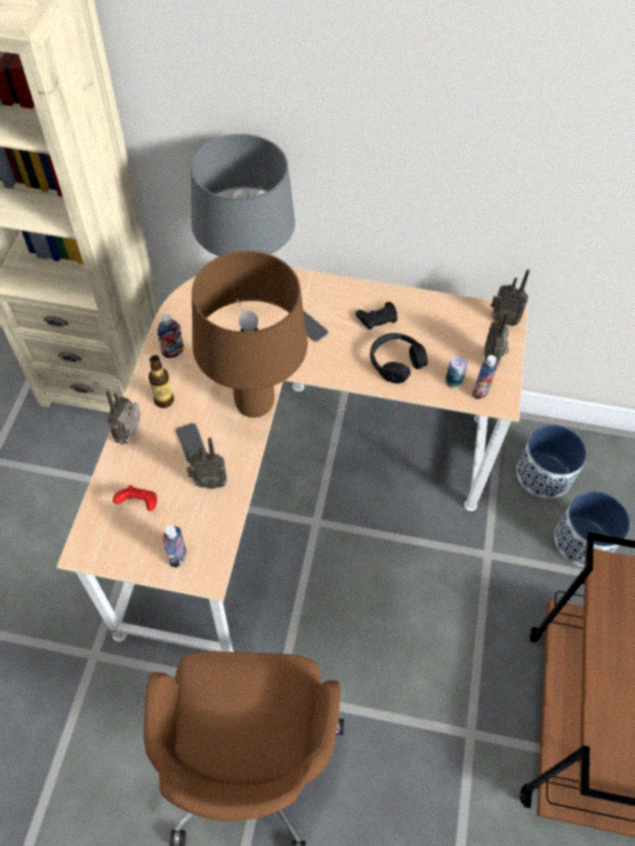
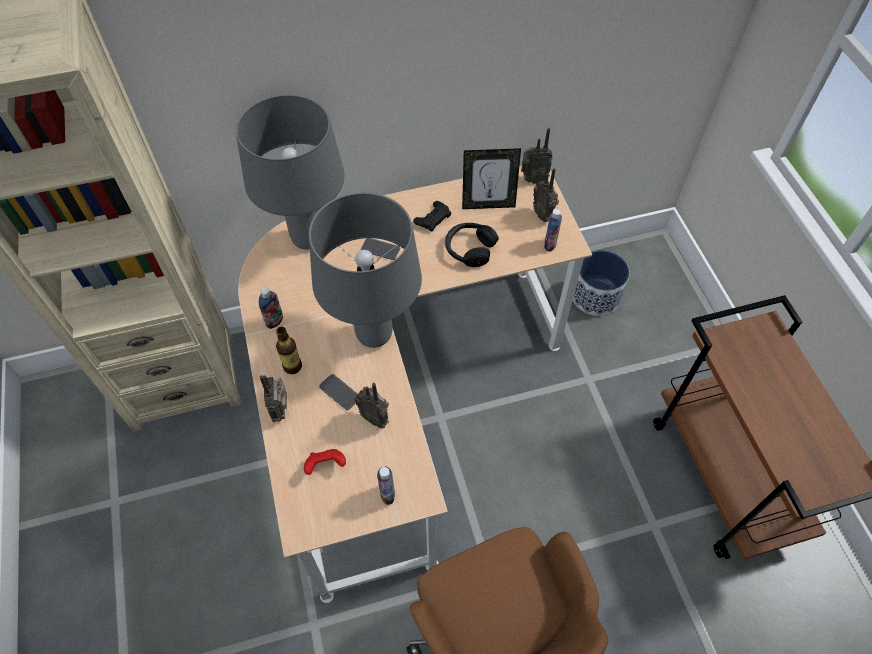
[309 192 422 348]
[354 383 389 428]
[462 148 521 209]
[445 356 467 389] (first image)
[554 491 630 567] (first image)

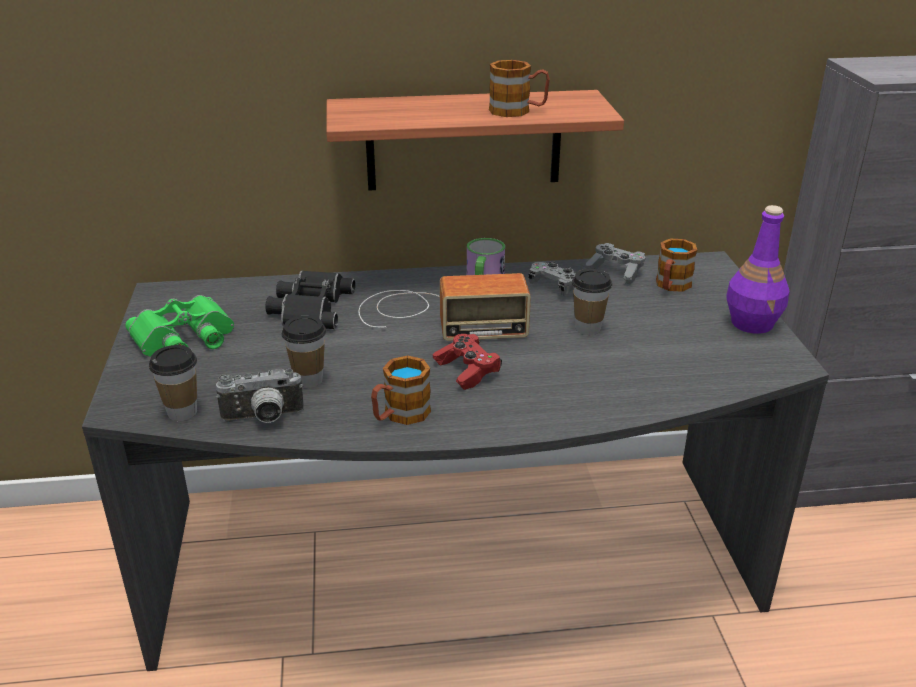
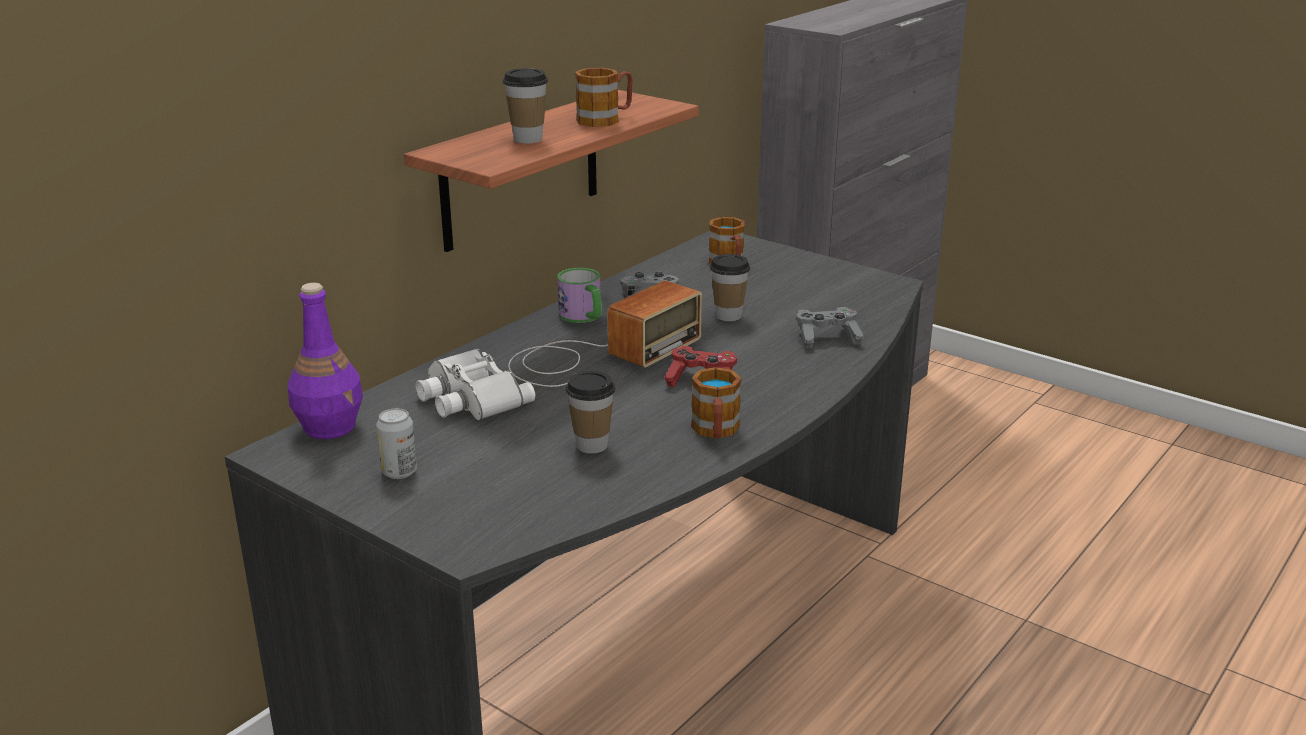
[288 283 363 439]
[376 408 417 479]
[415 349 536 420]
[503 68 548 143]
[796 307 864 348]
[216 369 304 423] (first image)

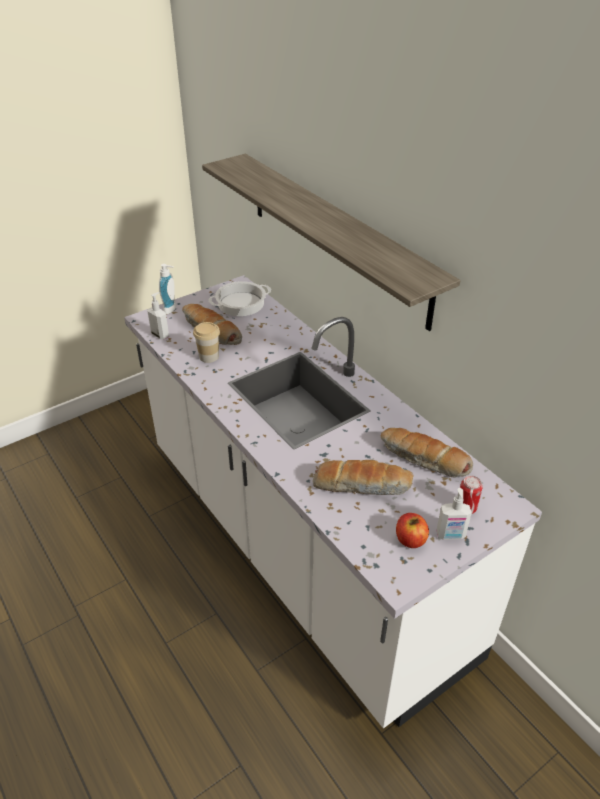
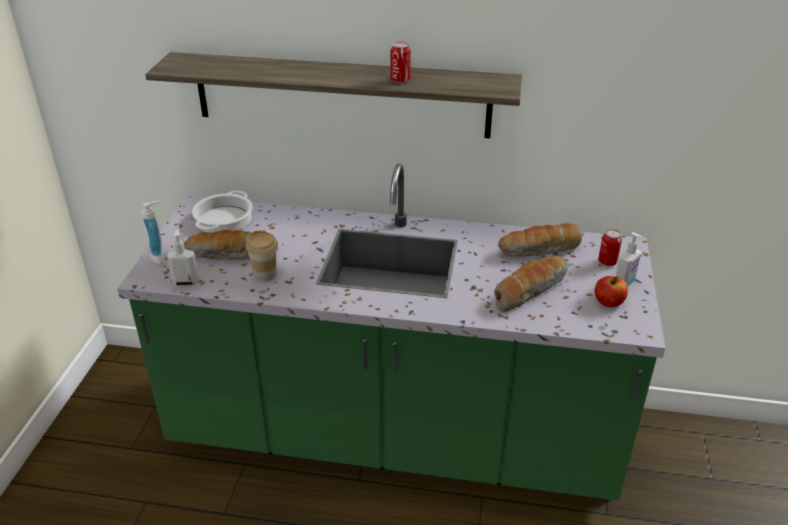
[117 164 665 501]
[390 42 411 83]

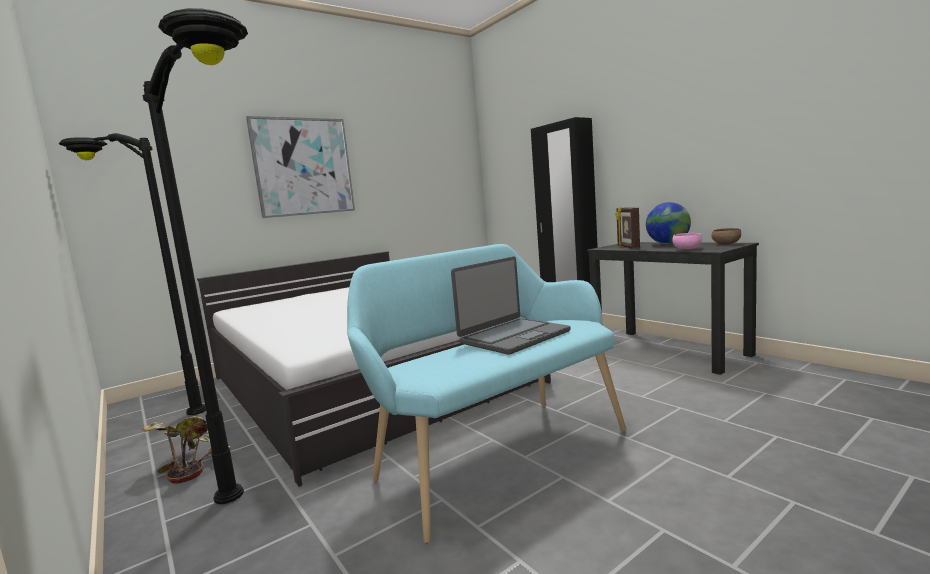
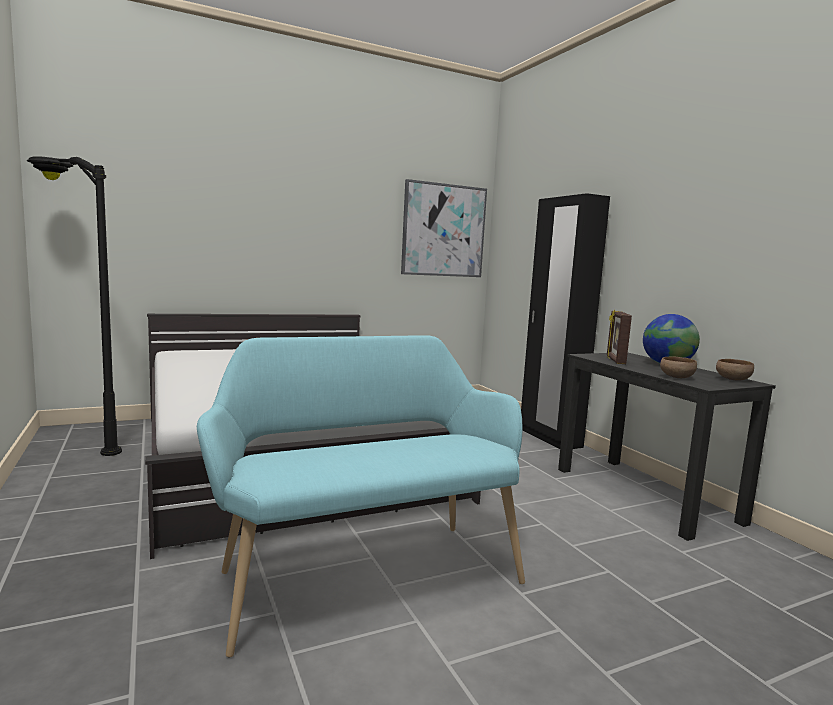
[401 179 487 277]
[660 356 697 378]
[141 416 232 484] (first image)
[143 8 248 504] (first image)
[451 256 570 355] (first image)

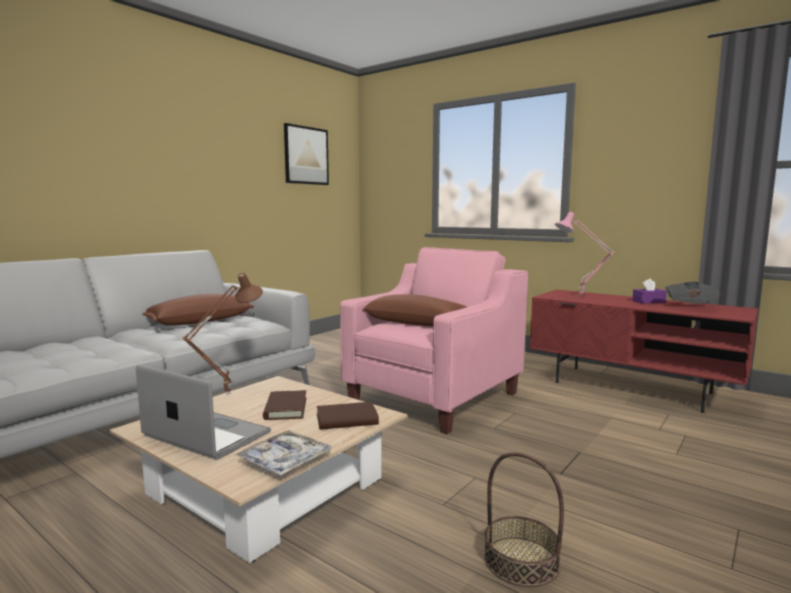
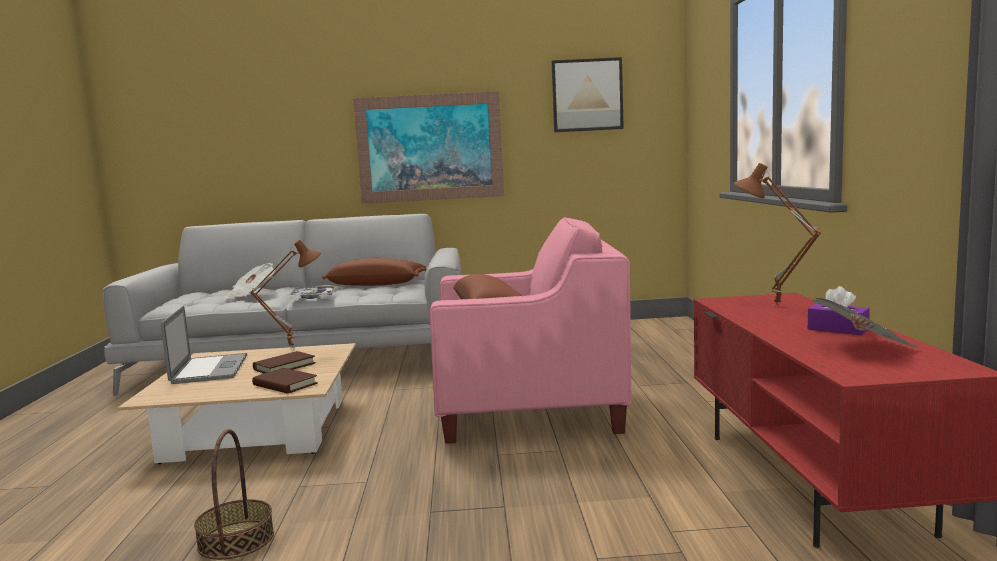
[224 263 275 298]
[288 286 337 299]
[353 91 504 204]
[734 163 821 306]

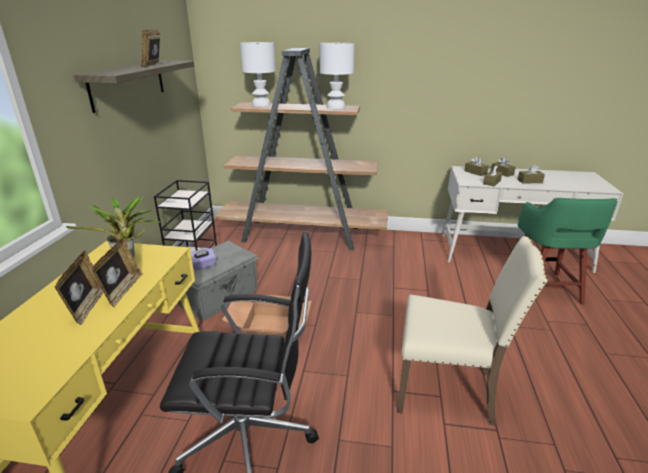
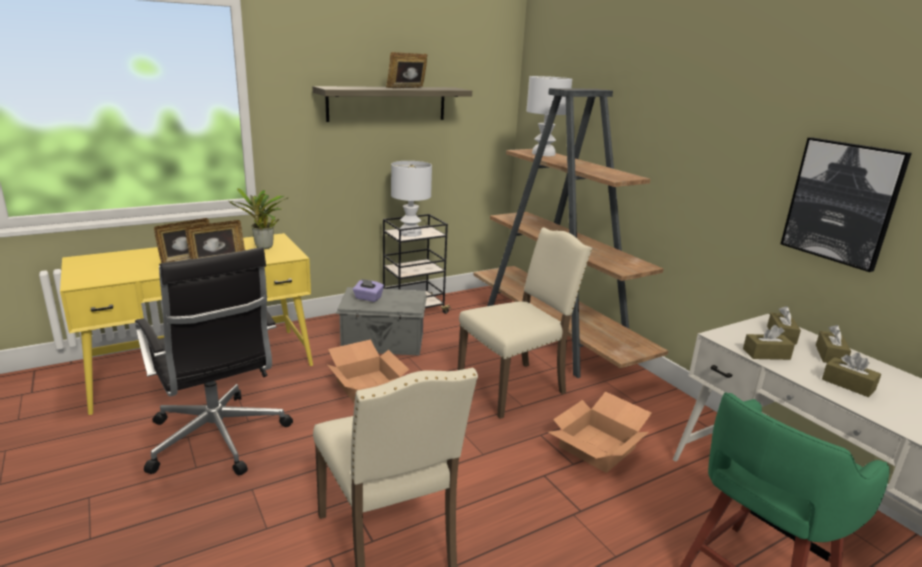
[391 161 432 237]
[458 227 592 419]
[548 392 652 473]
[781 137 912 272]

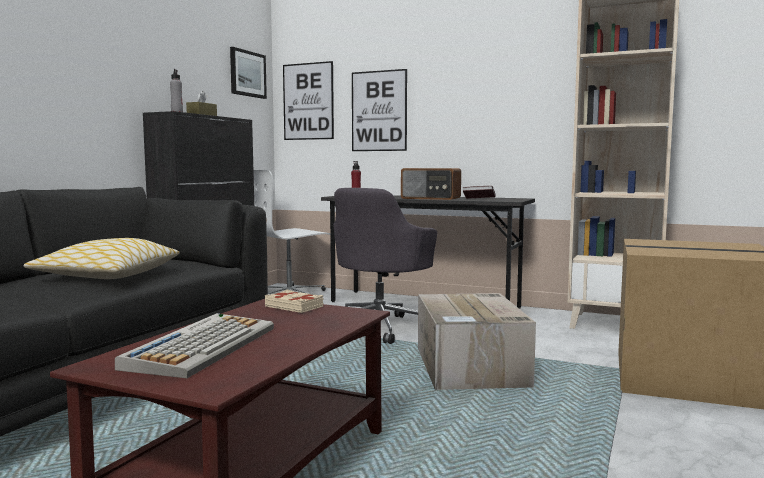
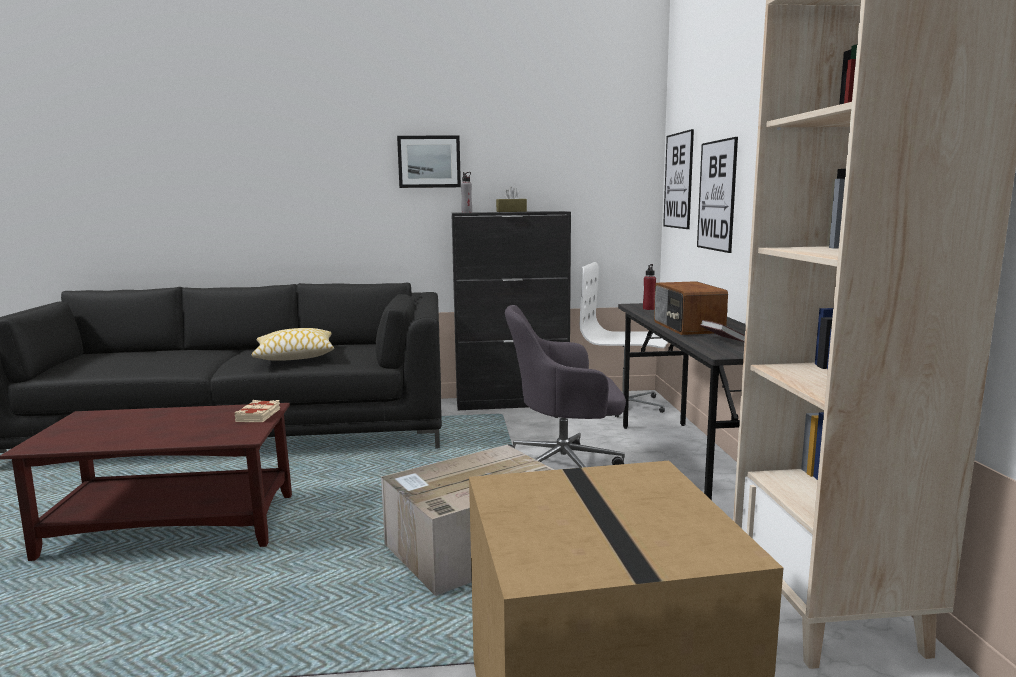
[397 136 461 188]
[115 313 274 378] (first image)

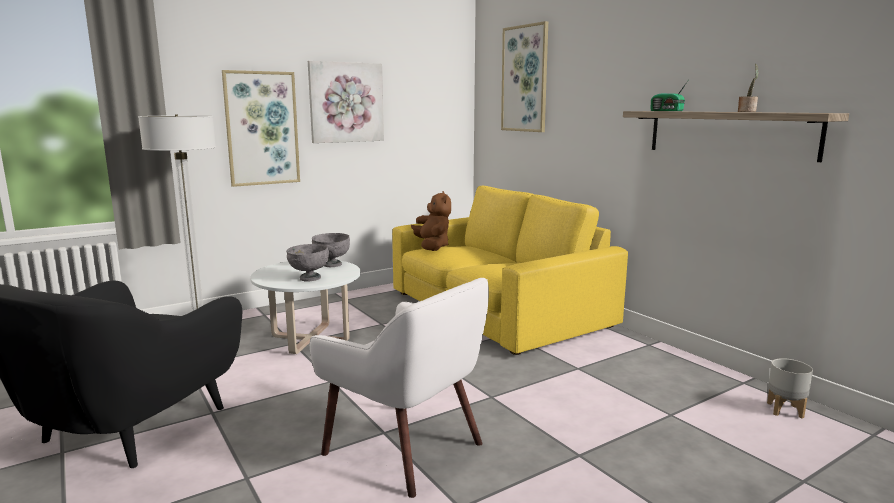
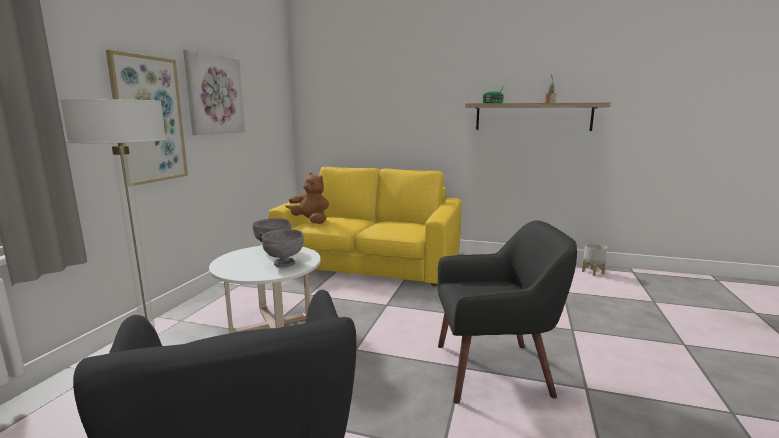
[438 220 577 404]
[501 21 548 132] (first image)

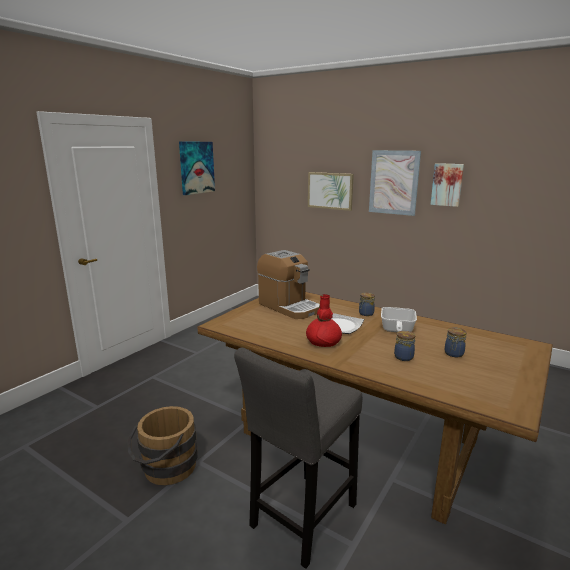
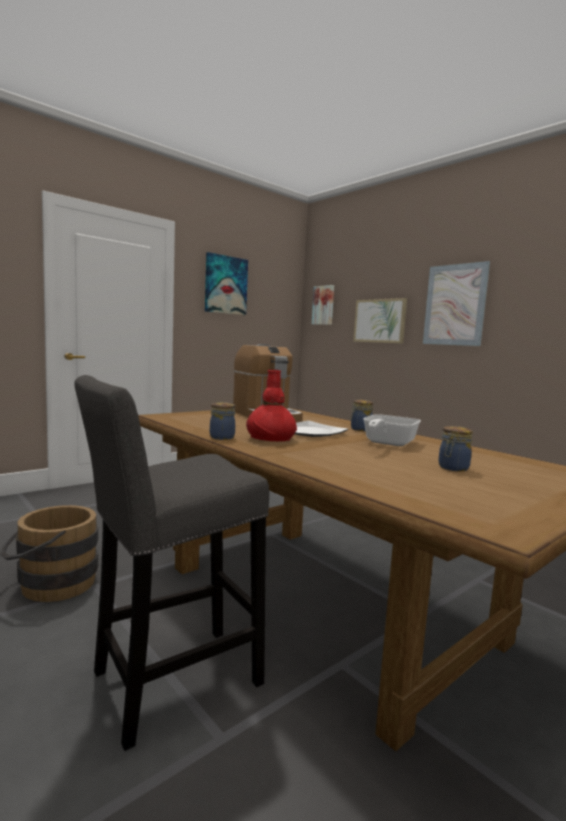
[210 402 235 440]
[312 285 334 325]

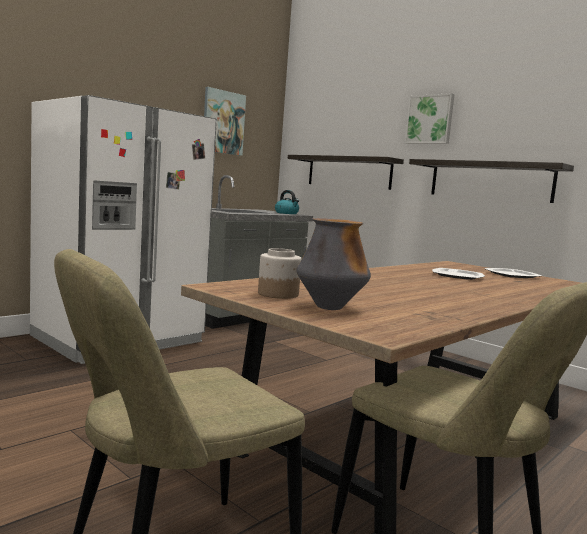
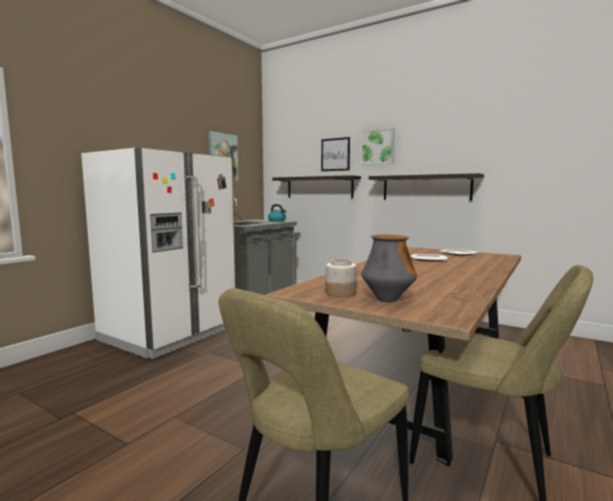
[321 137 350 171]

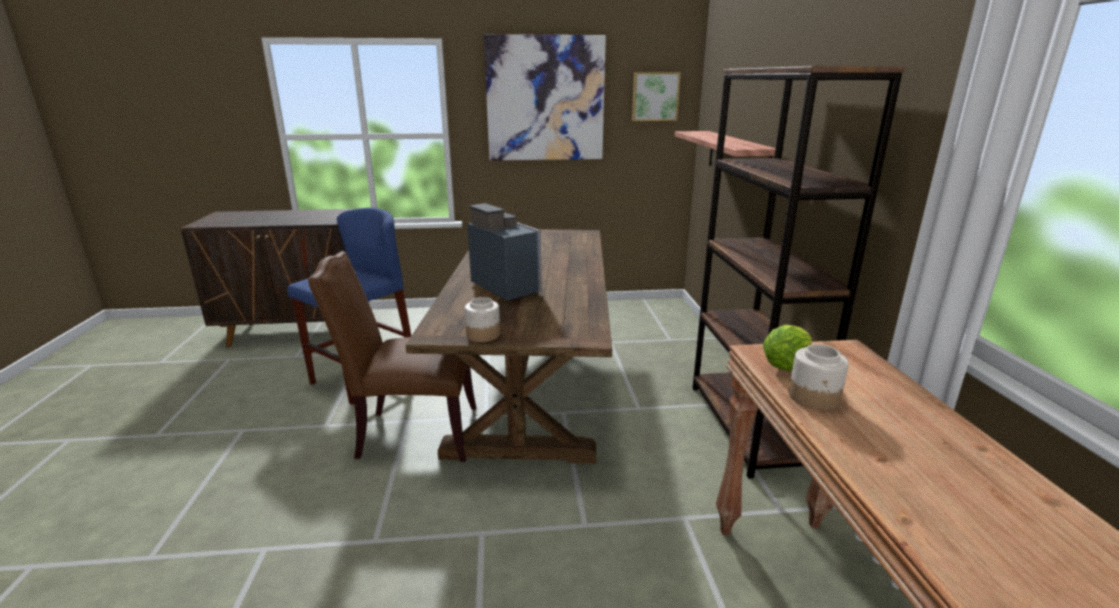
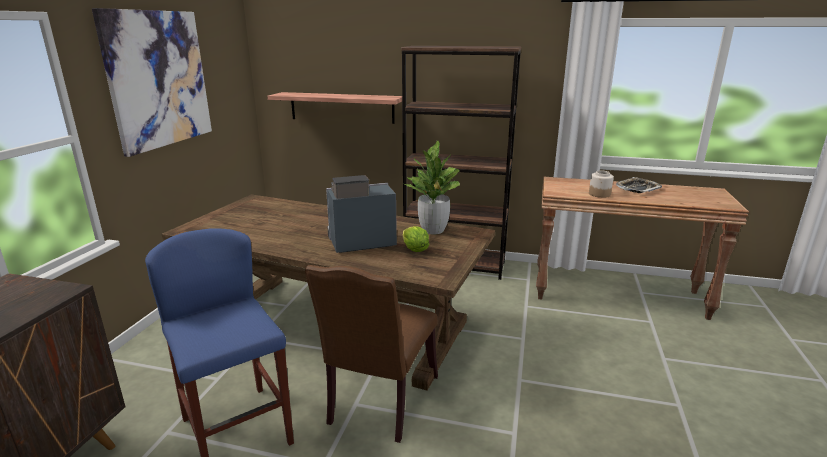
[403 226 429 252]
[404 140 460 234]
[616 177 662 193]
[465 297 500 342] (first image)
[632 72 681 121] (first image)

